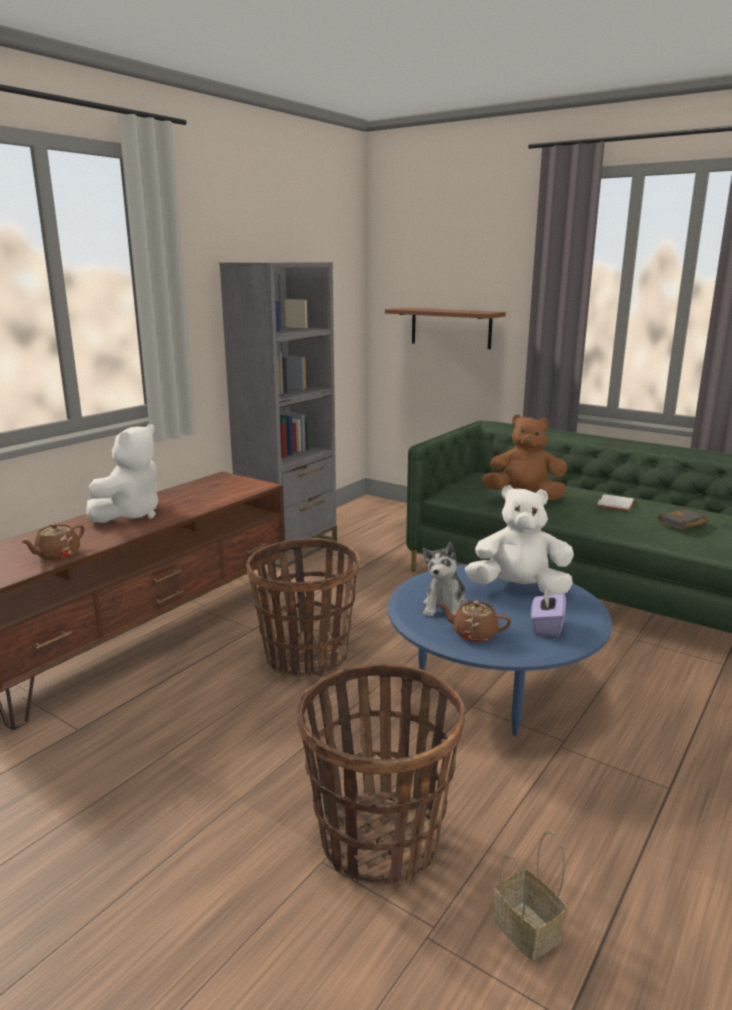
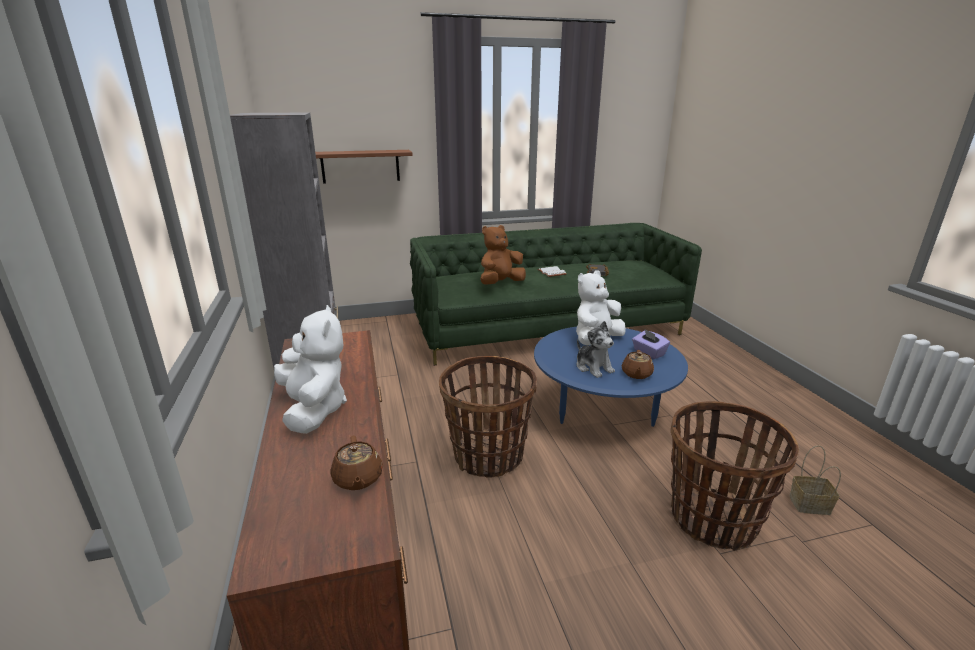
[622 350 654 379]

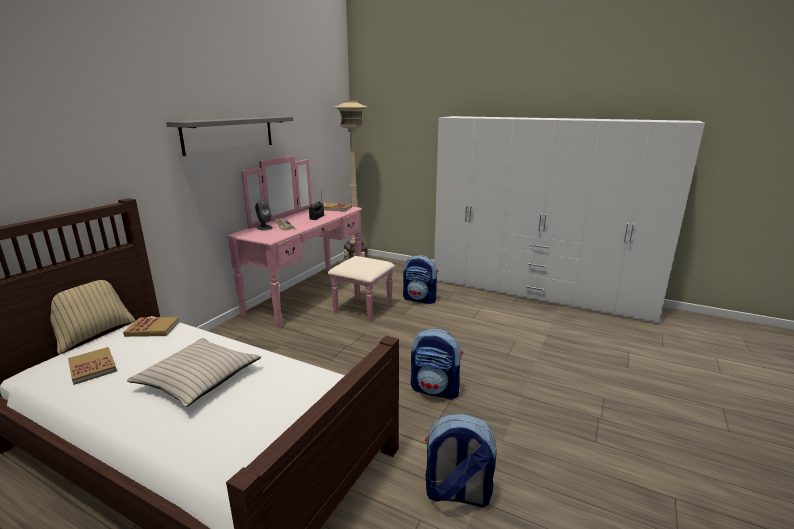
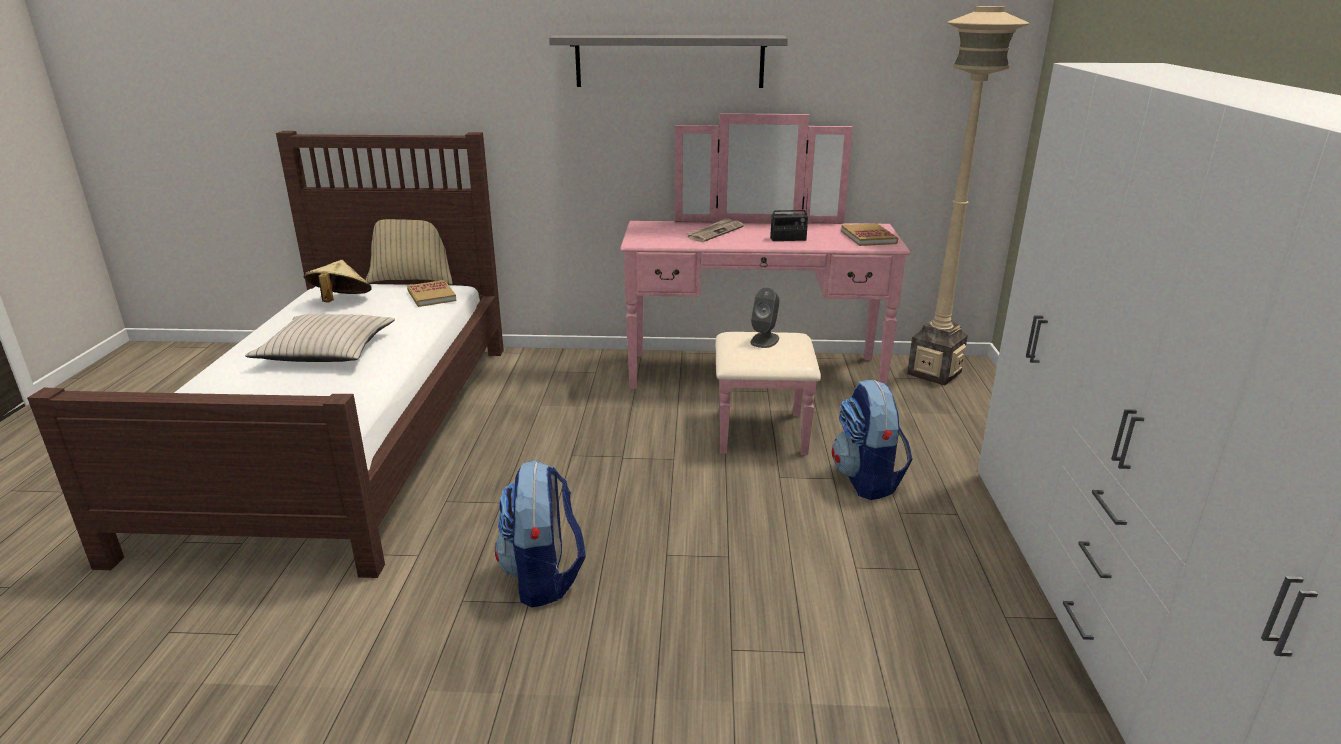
[304 260 372 303]
[750 287 779 348]
[425 414 497 507] (first image)

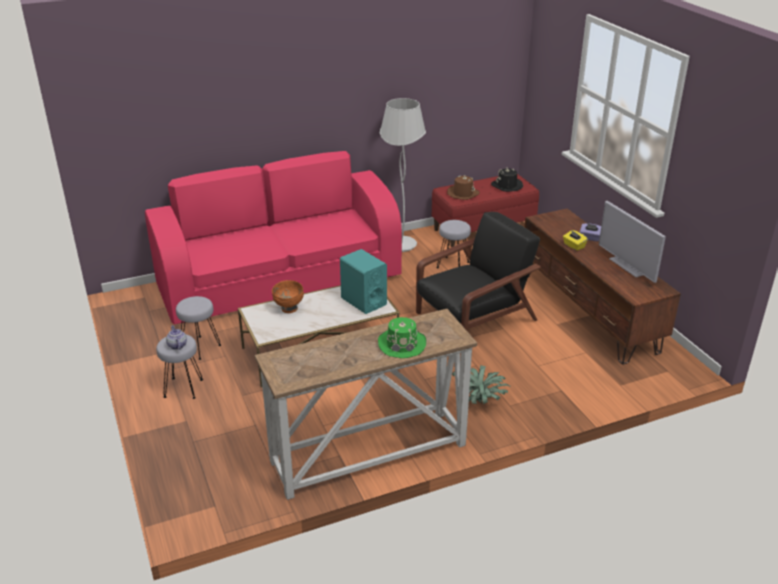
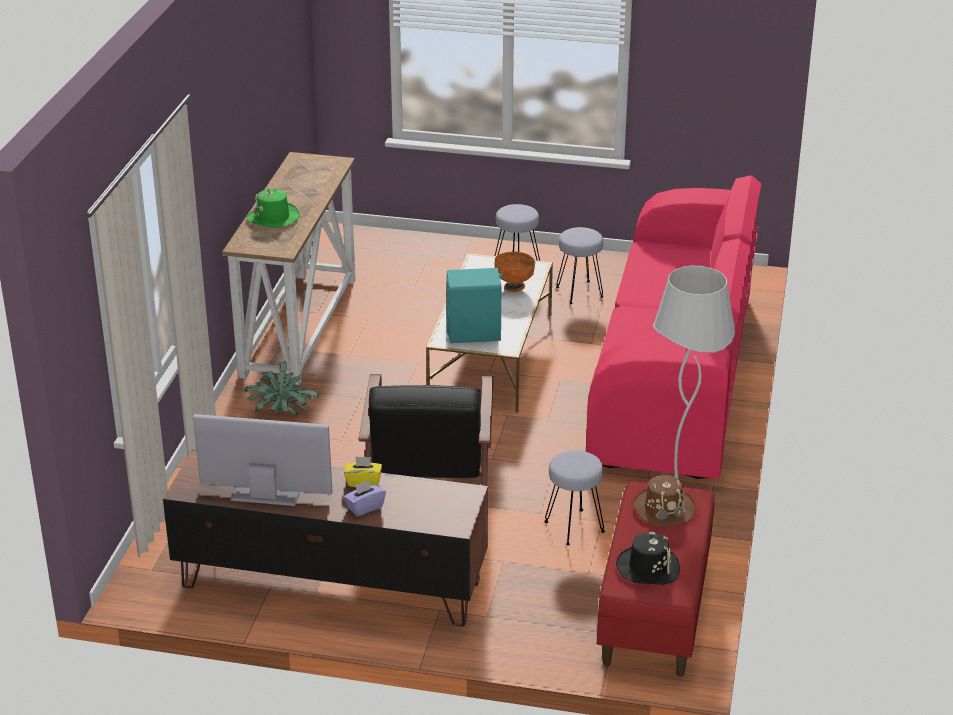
[166 325 187 350] (first image)

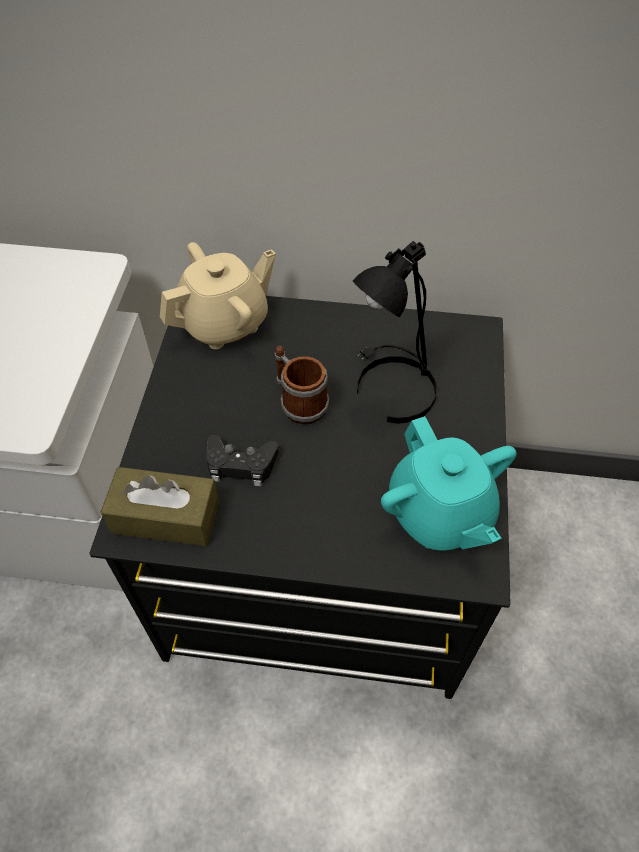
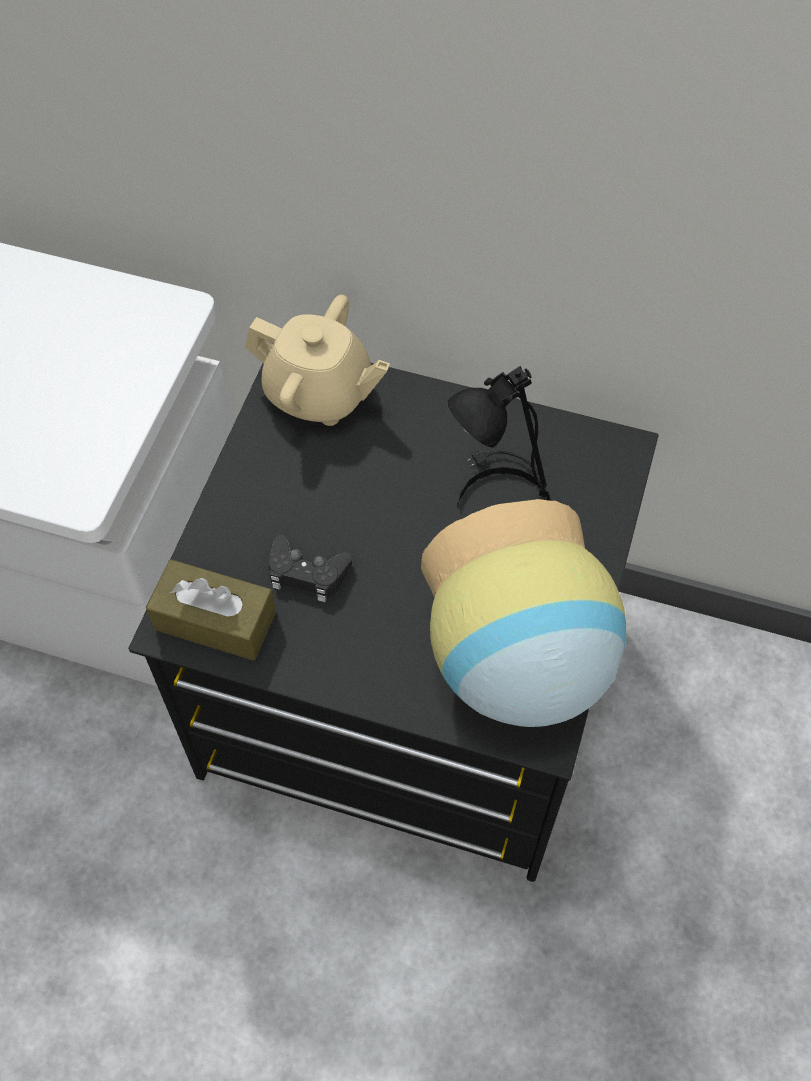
[245 295 390 426]
[421 499 626 727]
[274 346 329 424] (first image)

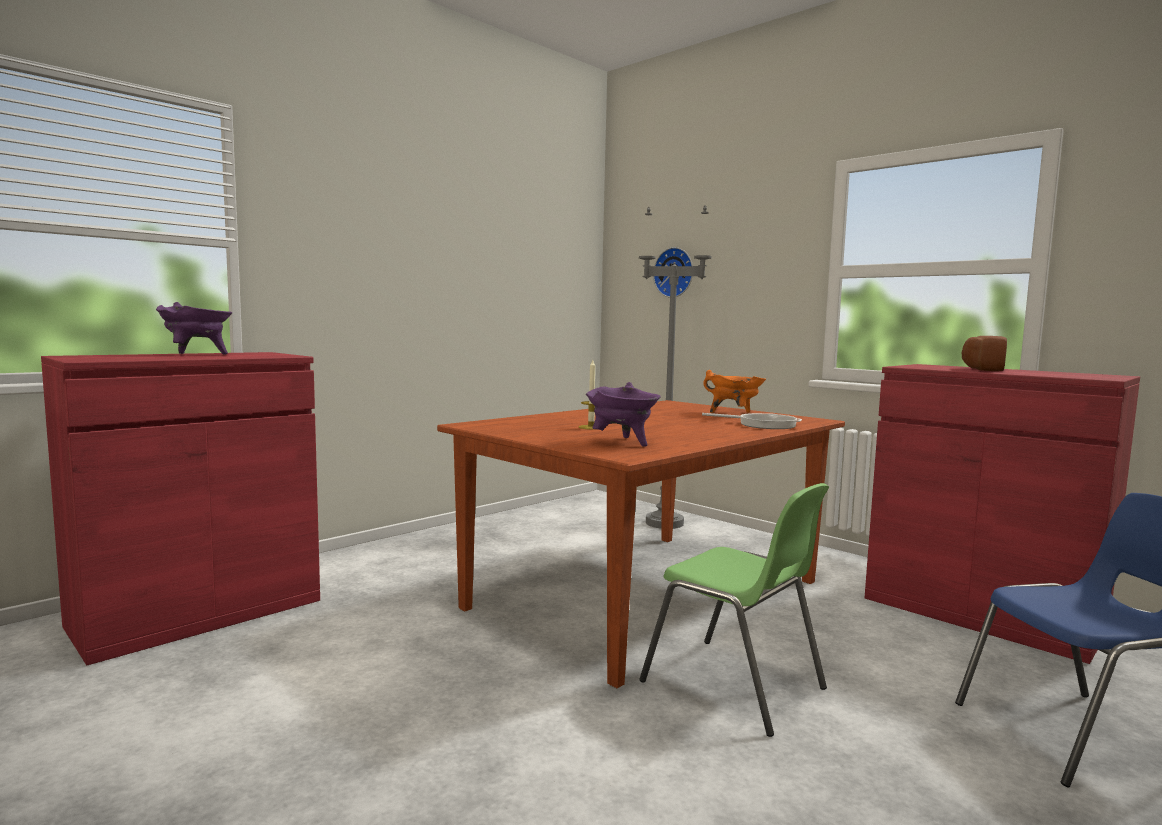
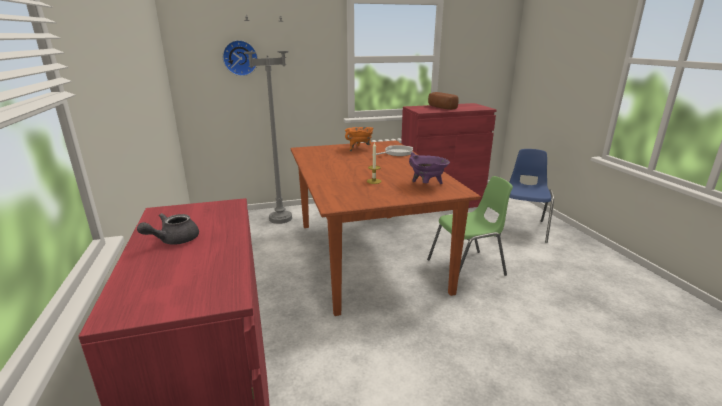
[137 213 199 245]

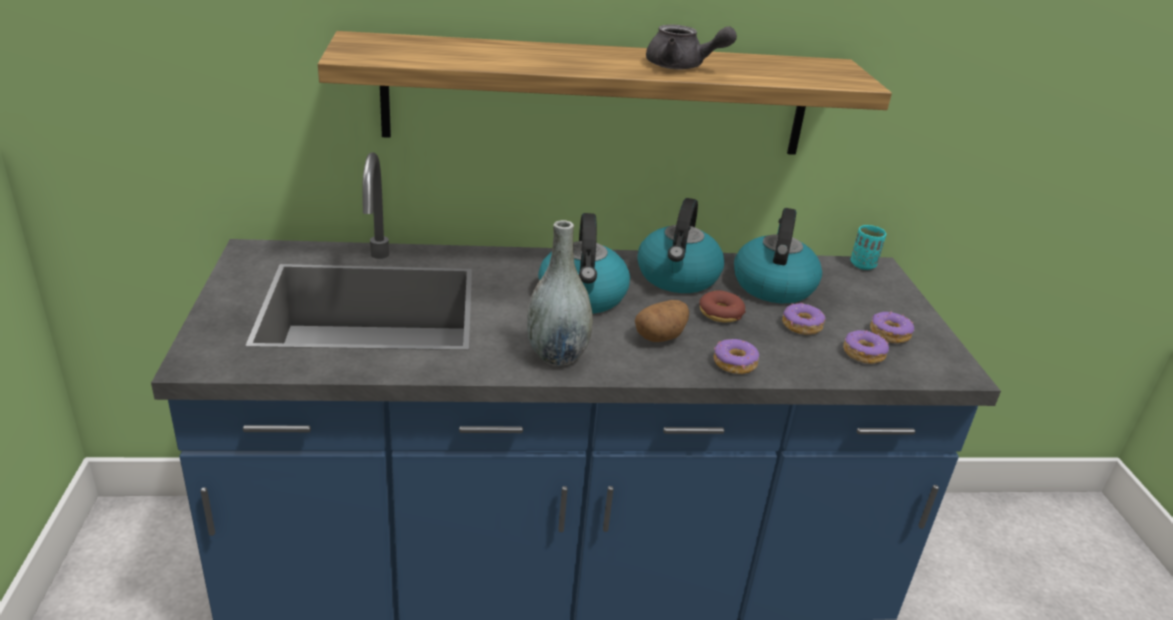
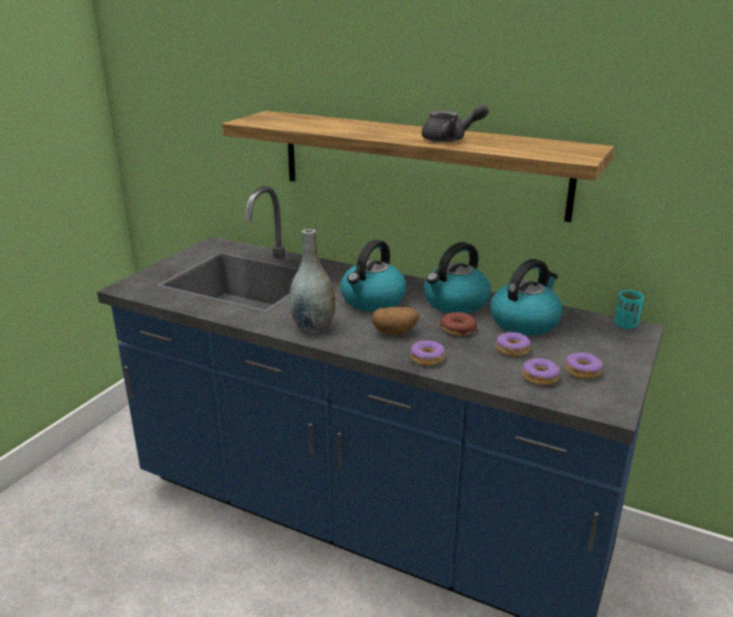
[422 104 489 142]

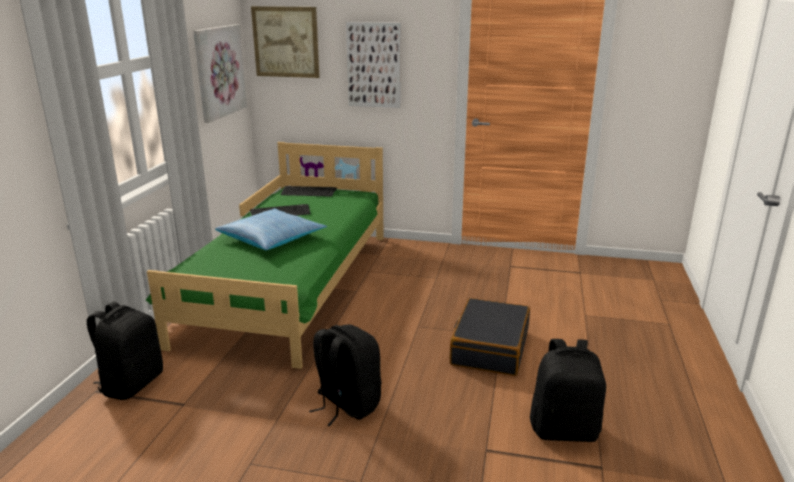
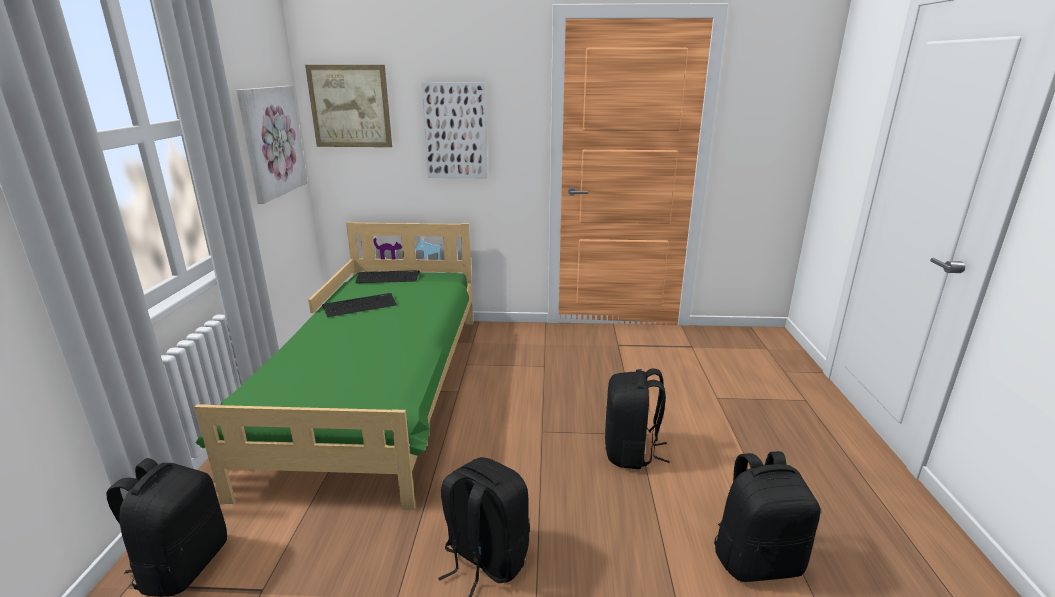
[605 368 670 469]
[215 209 327 251] (first image)

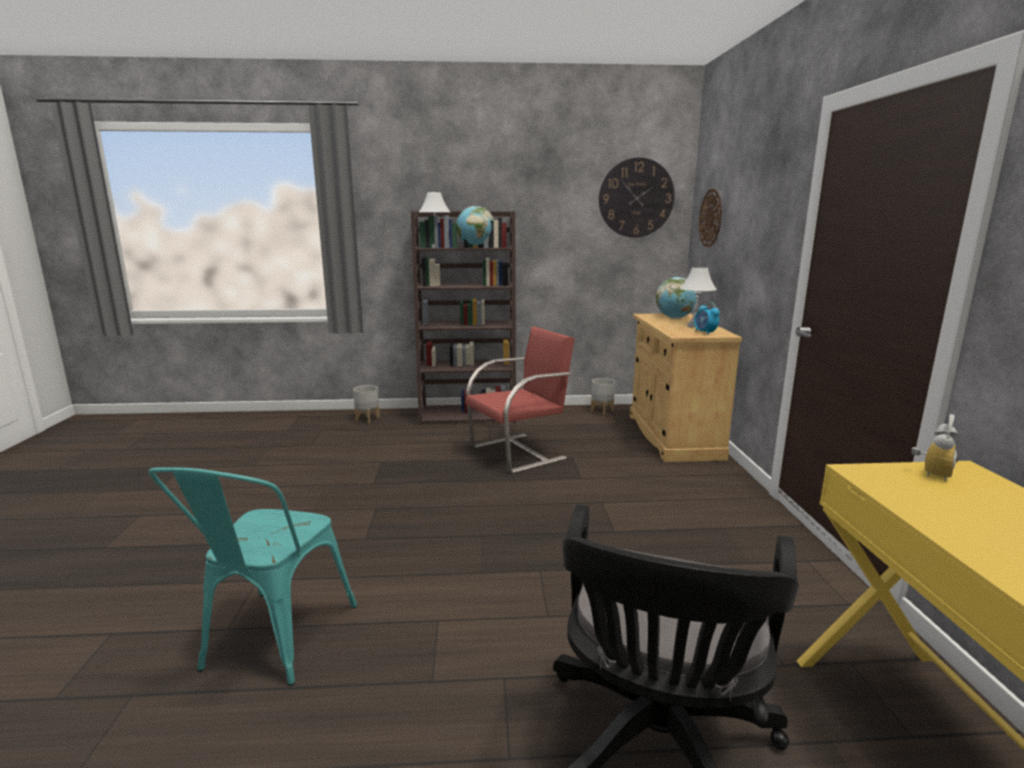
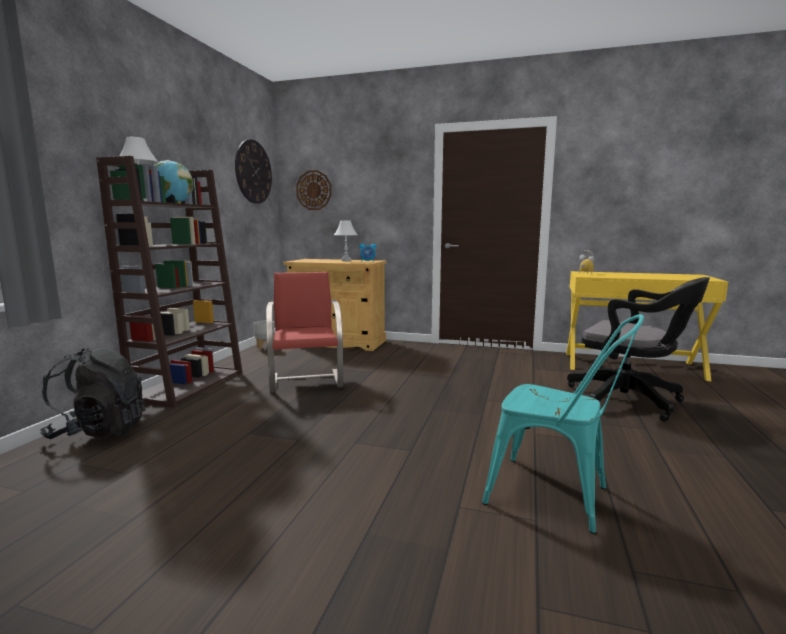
[40 348 146 439]
[656 277 697 318] (first image)

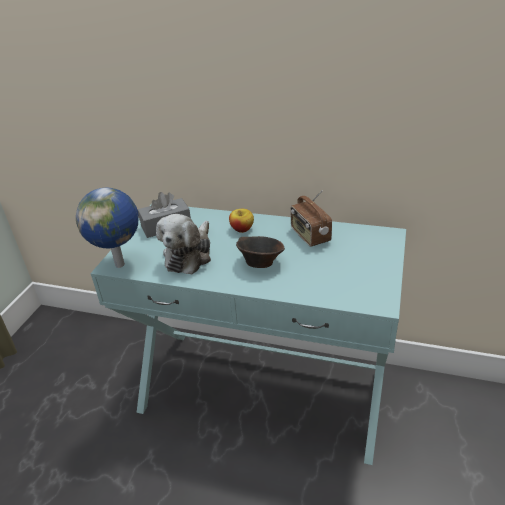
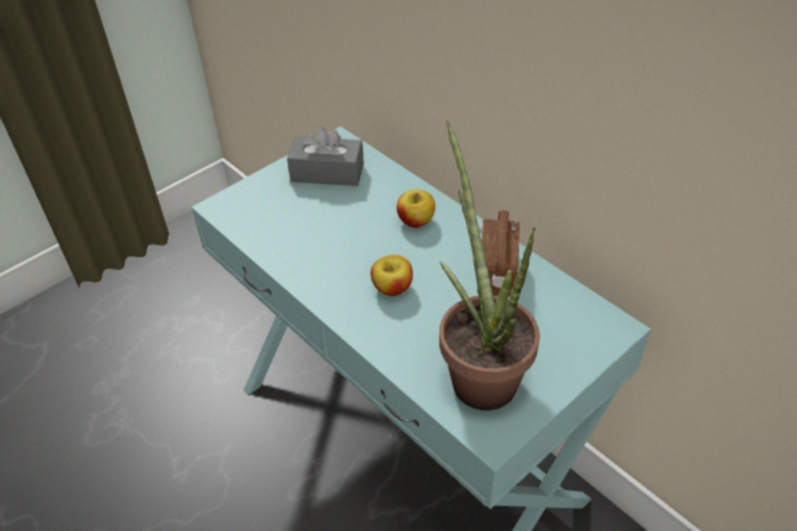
[370 255 413 296]
[439 120 540 410]
[76 188 139 268] (first image)
[156 214 211 274] (first image)

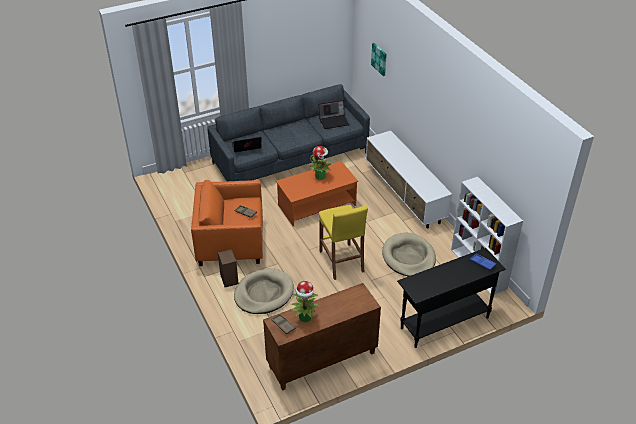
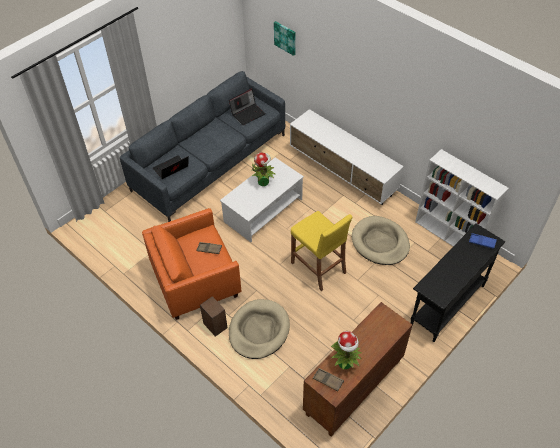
[220 157 304 242]

